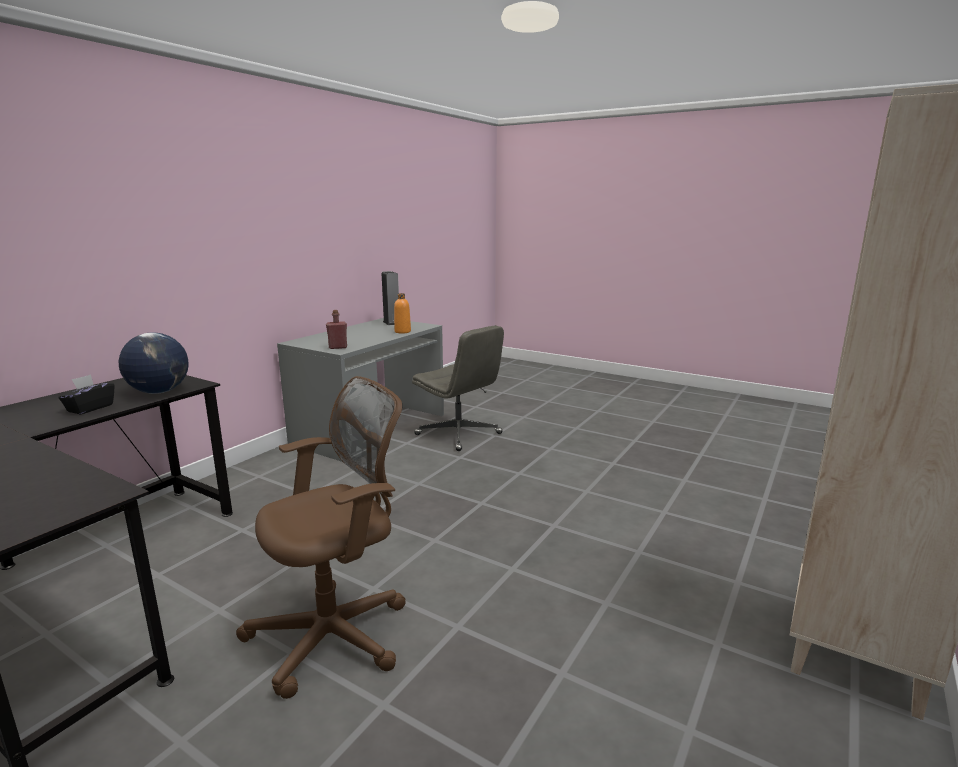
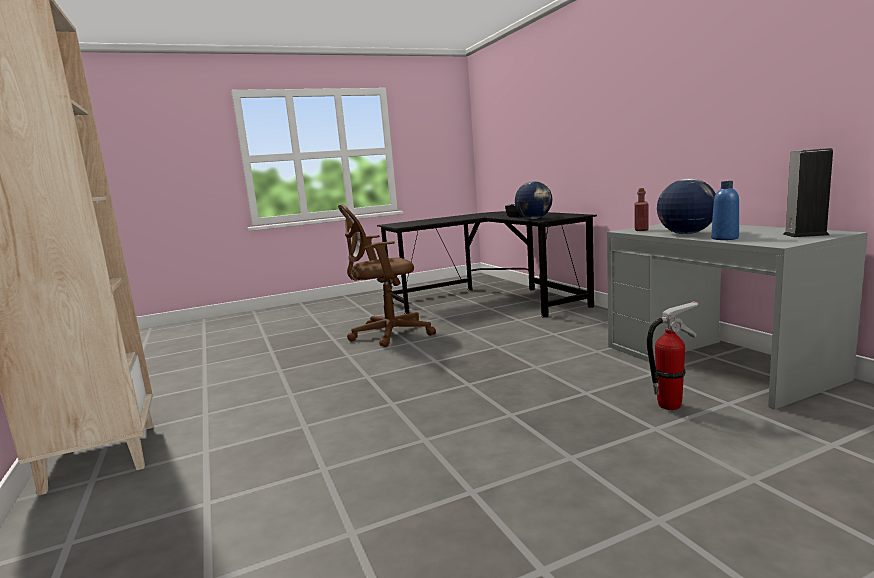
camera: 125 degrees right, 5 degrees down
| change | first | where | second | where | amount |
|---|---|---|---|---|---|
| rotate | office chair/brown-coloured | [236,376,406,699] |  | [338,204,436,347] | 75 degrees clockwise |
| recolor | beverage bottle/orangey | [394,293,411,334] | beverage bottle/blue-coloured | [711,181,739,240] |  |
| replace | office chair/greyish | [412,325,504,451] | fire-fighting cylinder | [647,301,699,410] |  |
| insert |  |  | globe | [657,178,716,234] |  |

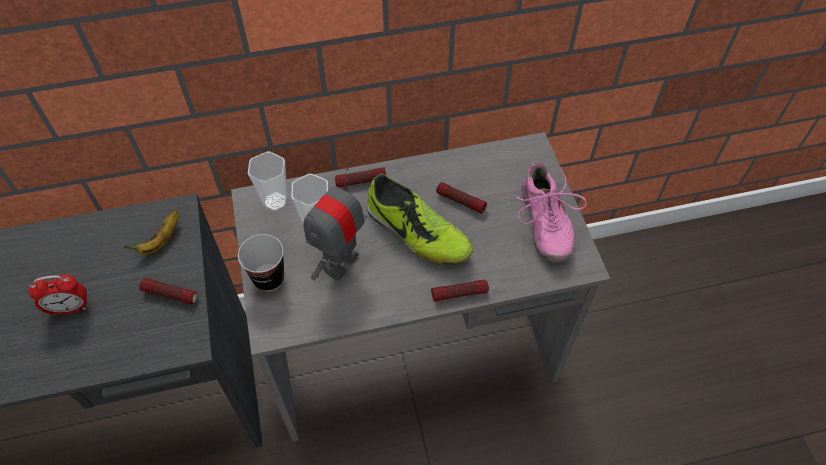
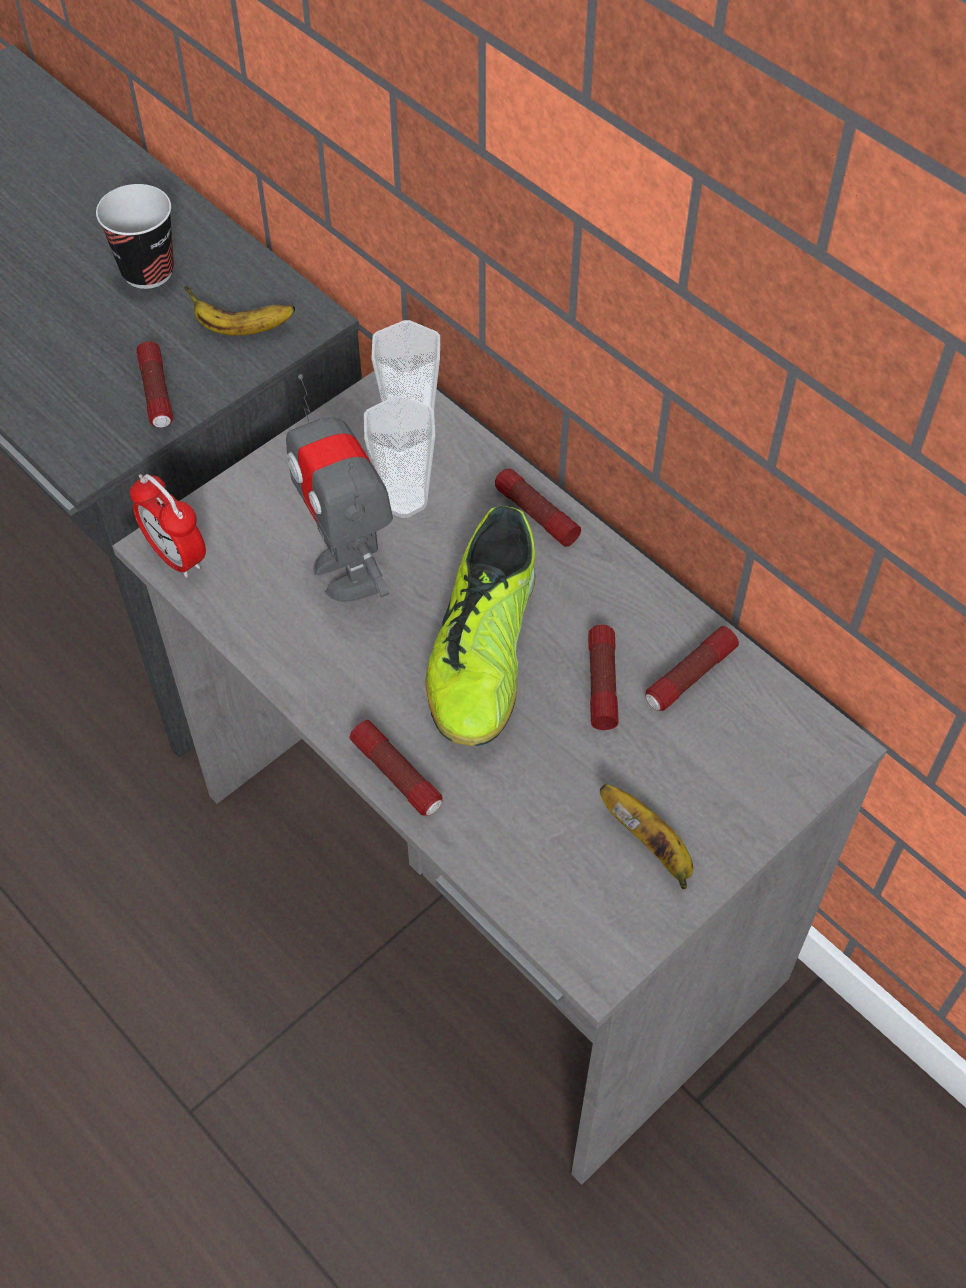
camera: 60 degrees right, 0 degrees up
| change | first | where | second | where | amount |
|---|---|---|---|---|---|
| move | table clock | [29,274,87,316] |  | [130,474,206,578] |  |
| move | cup | [238,234,284,291] |  | [96,184,174,289] |  |
| rotate | robot figure | [303,168,367,281] |  | [286,374,393,602] | 120 degrees counterclockwise |
| replace | low shoe/pinkish | [508,161,587,263] | banana | [600,784,693,889] |  |
| insert |  |  | hand torch | [645,626,739,711] |  |

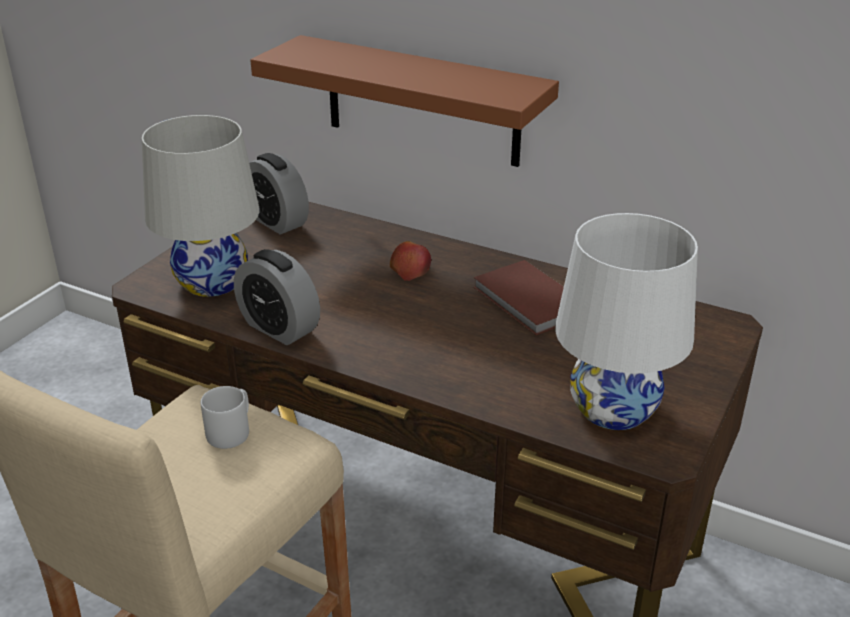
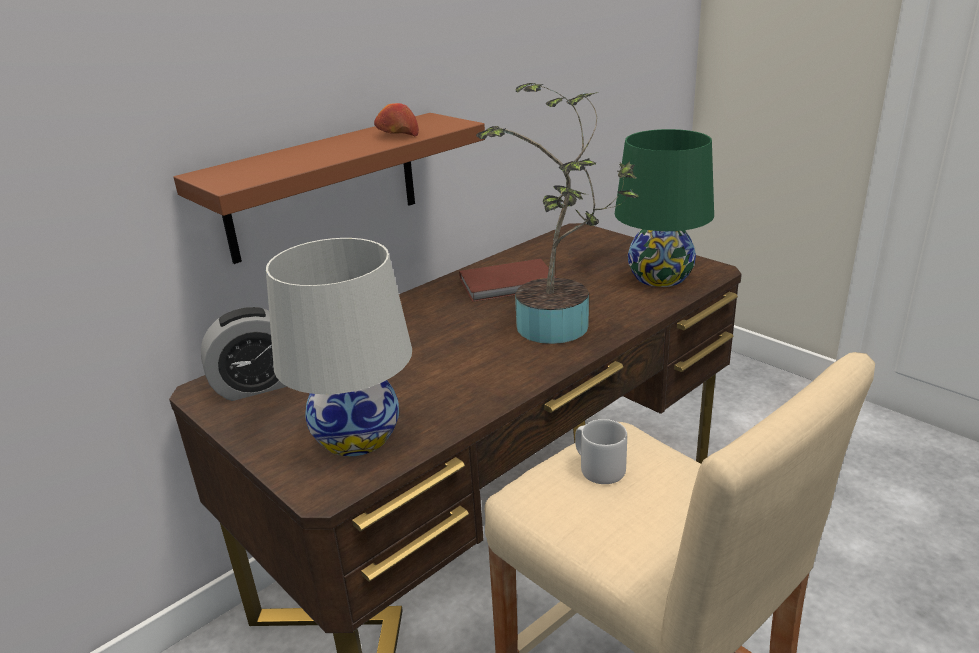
camera: 70 degrees left, 5 degrees down
| change | first | where | second | where | amount |
|---|---|---|---|---|---|
| delete | table clock | [234,249,320,345] |  |  |  |
| move | apple | [390,241,431,281] |  | [374,103,419,137] |  |
| recolor | tabletop lamp/white | [555,213,698,430] | tabletop lamp/greenish | [615,129,714,287] |  |
| insert |  |  | houseplant | [476,83,639,344] |  |

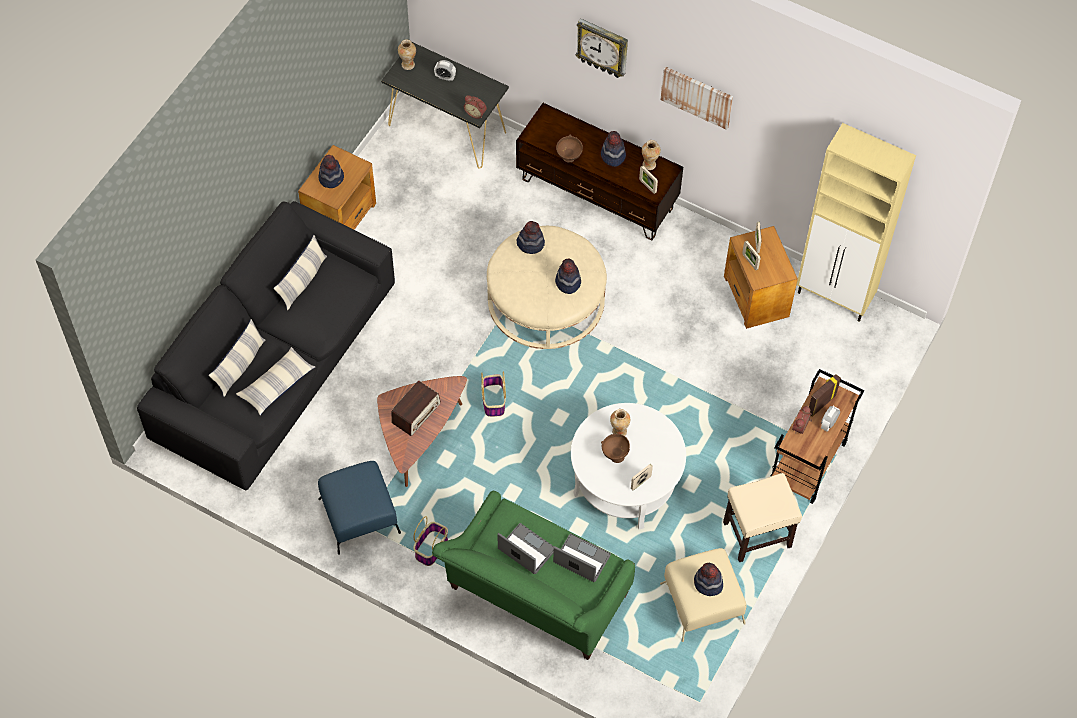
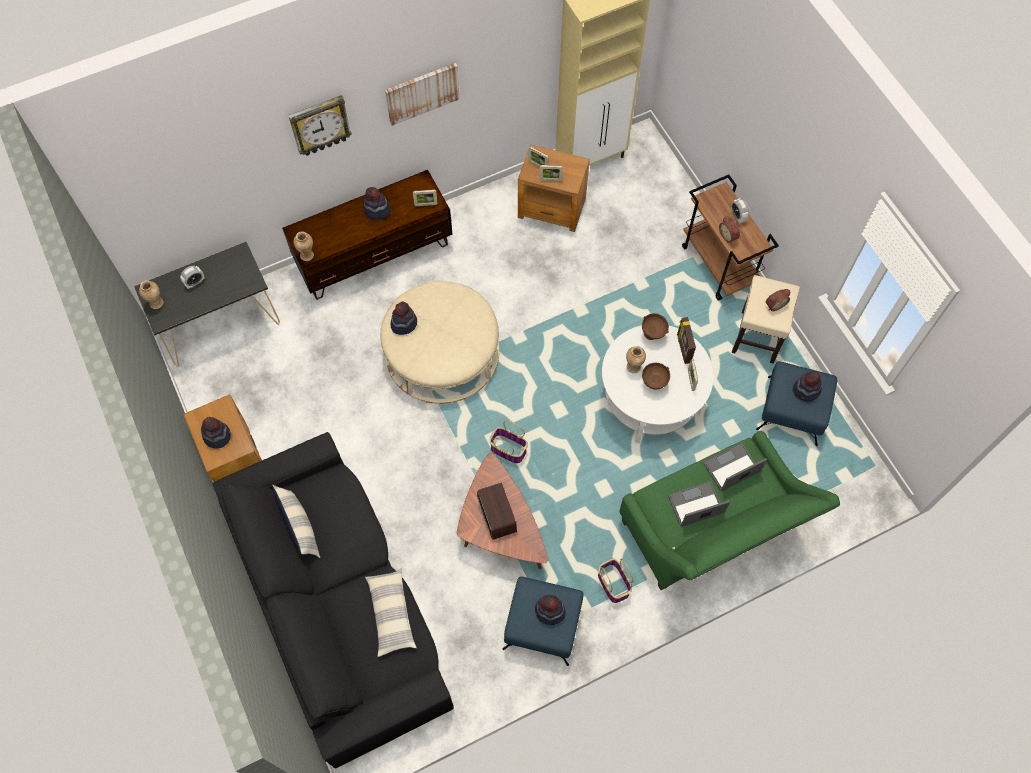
camera: 55 degrees left, 5 degrees up
| change | first | where | second | where | amount |
|---|---|---|---|---|---|
| delete | throw pillow | [209,319,265,397] |  |  |  |
| move | table clock | [464,95,487,119] |  | [766,289,790,311] |  |
| move | clothing hat | [555,258,581,294] |  | [535,595,566,625] |  |
| move | bowl/brown-coloured | [556,135,583,162] |  | [642,313,669,340] |  |
| move | flower vase | [642,140,661,170] |  | [293,231,314,261] |  |
| recolor | footrest/beige-coloured | [660,548,747,642] | footrest/blue-coloured | [756,361,837,446] |  |
| move | standing frame | [809,374,841,417] |  | [677,317,696,364] |  |

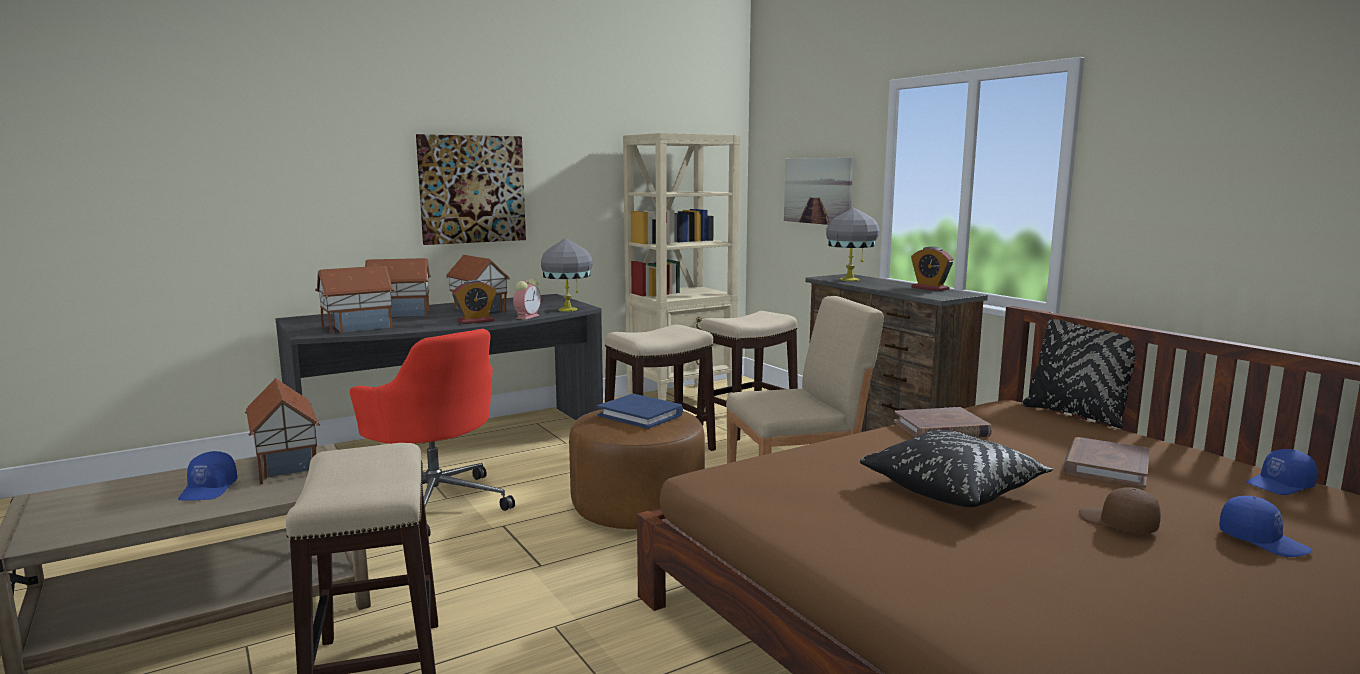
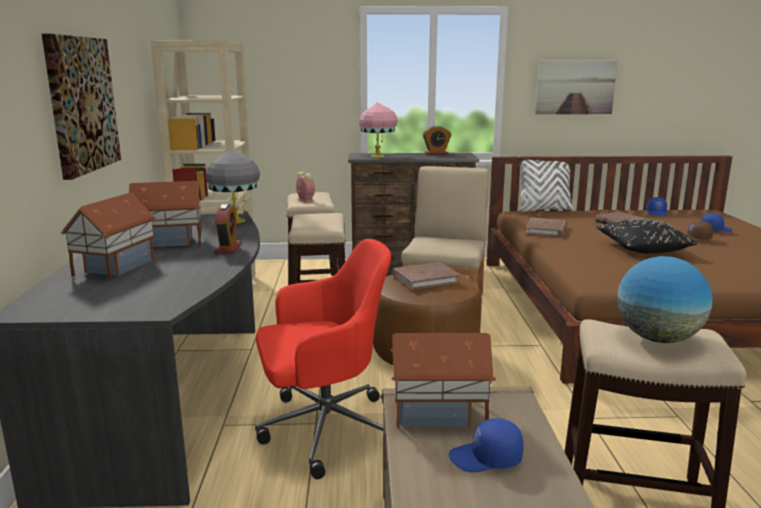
camera: 60 degrees left, 5 degrees up
| change | first | where | second | where | amount |
|---|---|---|---|---|---|
| rotate | baseball cap/blue-coloured | [178,451,237,501] |  | [449,418,524,472] | 150 degrees clockwise |
| delete | model house | [315,266,394,334] |  |  |  |
| move | table clock | [513,279,541,320] |  | [296,172,315,202] |  |
| recolor | bound book/blue-coloured | [597,394,683,429] | bound book/brown-coloured | [392,262,461,290] |  |
| move | wall art | [784,158,853,225] |  | [535,61,617,114] |  |
| recolor | tabletop lamp/greyish | [826,207,880,281] | tabletop lamp/pinkish | [359,102,398,158] |  |
| recolor | throw pillow/blackish | [1022,312,1135,428] | throw pillow/white | [519,156,573,212] |  |
| insert |  |  | globe | [617,256,713,343] |  |

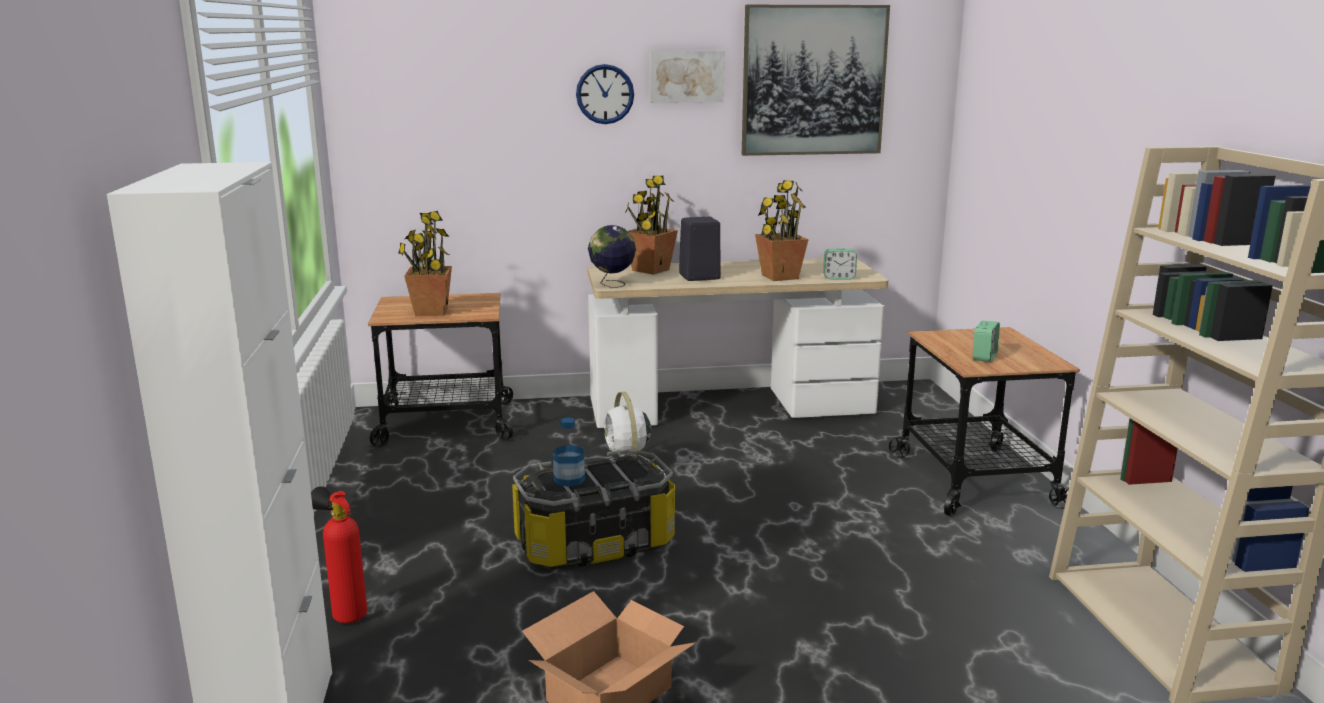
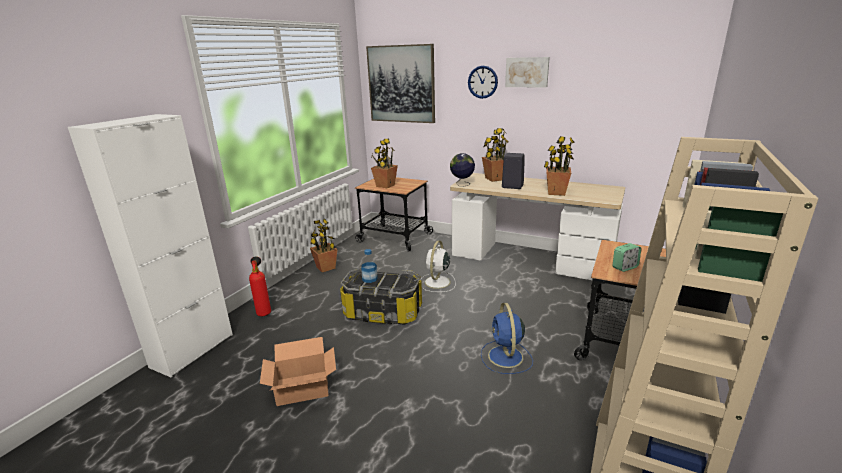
camera: 35 degrees right, 5 degrees up
| change | first | where | second | where | amount |
|---|---|---|---|---|---|
| move | wall art | [742,5,890,156] |  | [366,44,435,123] |  |
| delete | table clock | [823,248,857,280] |  |  |  |
| insert |  |  | houseplant | [310,219,338,272] |  |
| insert |  |  | fan/blue-coloured | [481,303,533,374] |  |

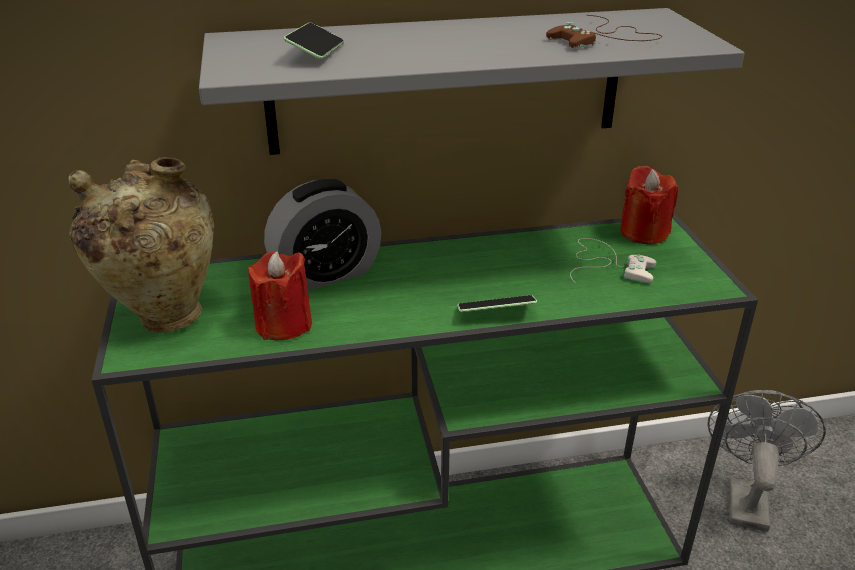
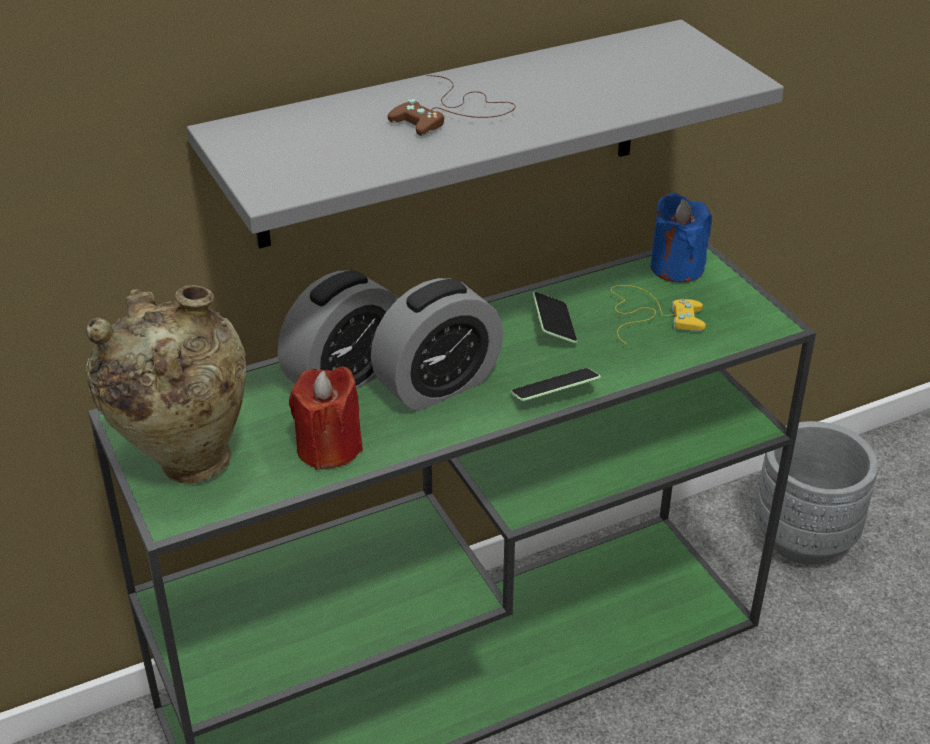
camera: 15 degrees left, 5 degrees up
| change | first | where | second | where | amount |
|---|---|---|---|---|---|
| move | telephone | [283,22,344,59] |  | [532,292,578,343] |  |
| move | joypad/brown-coloured | [546,15,662,49] |  | [388,75,516,136] |  |
| recolor | joypad/white | [570,238,656,283] | joypad/yellow-coloured | [611,285,706,344] |  |
| recolor | candle/red-coloured | [620,166,678,245] | candle/blue-coloured | [650,193,712,283] |  |
| replace | fan/greyish | [707,390,826,532] | planter/greyish | [755,421,878,565] |  |
| insert |  |  | table clock | [371,278,503,411] |  |

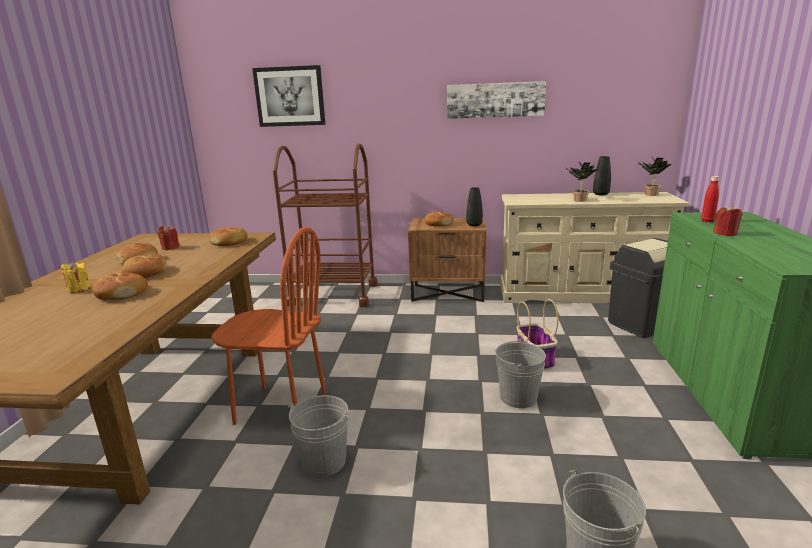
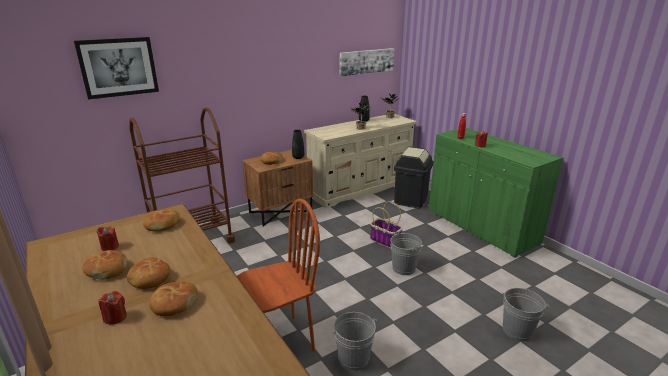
camera: 40 degrees left, 5 degrees up
| change | first | where | second | where | amount |
|---|---|---|---|---|---|
| recolor | candle/yellow-coloured | [61,261,91,293] | candle/red-coloured | [99,291,127,325] |  |
| move | wall art | [447,81,546,119] |  | [340,48,394,77] |  |

